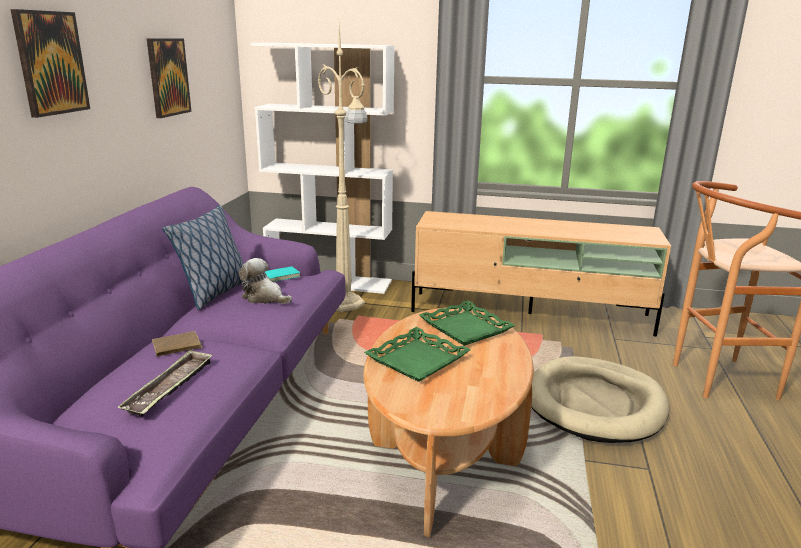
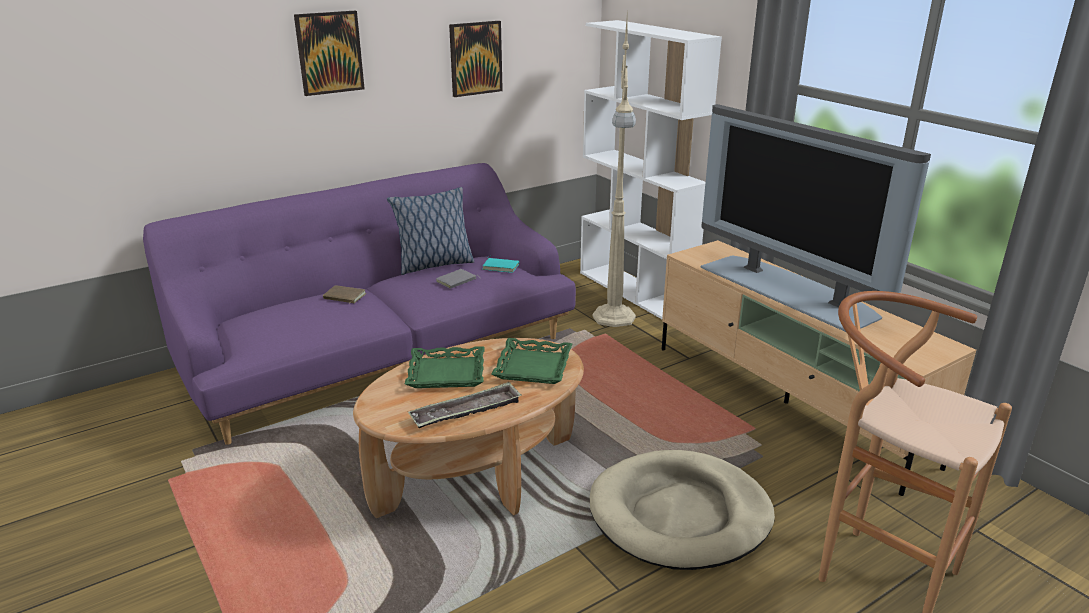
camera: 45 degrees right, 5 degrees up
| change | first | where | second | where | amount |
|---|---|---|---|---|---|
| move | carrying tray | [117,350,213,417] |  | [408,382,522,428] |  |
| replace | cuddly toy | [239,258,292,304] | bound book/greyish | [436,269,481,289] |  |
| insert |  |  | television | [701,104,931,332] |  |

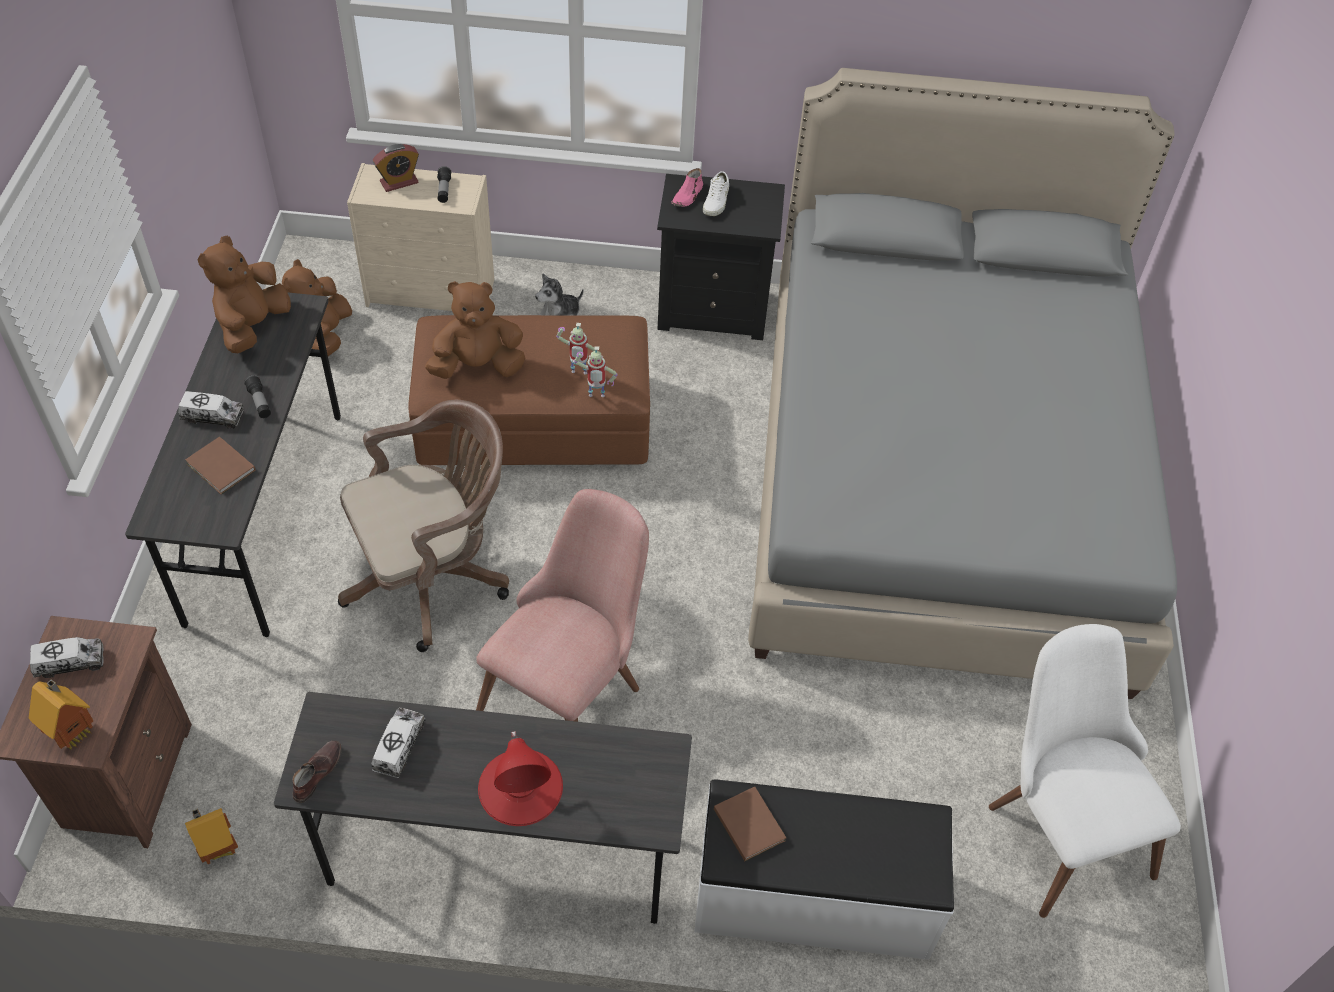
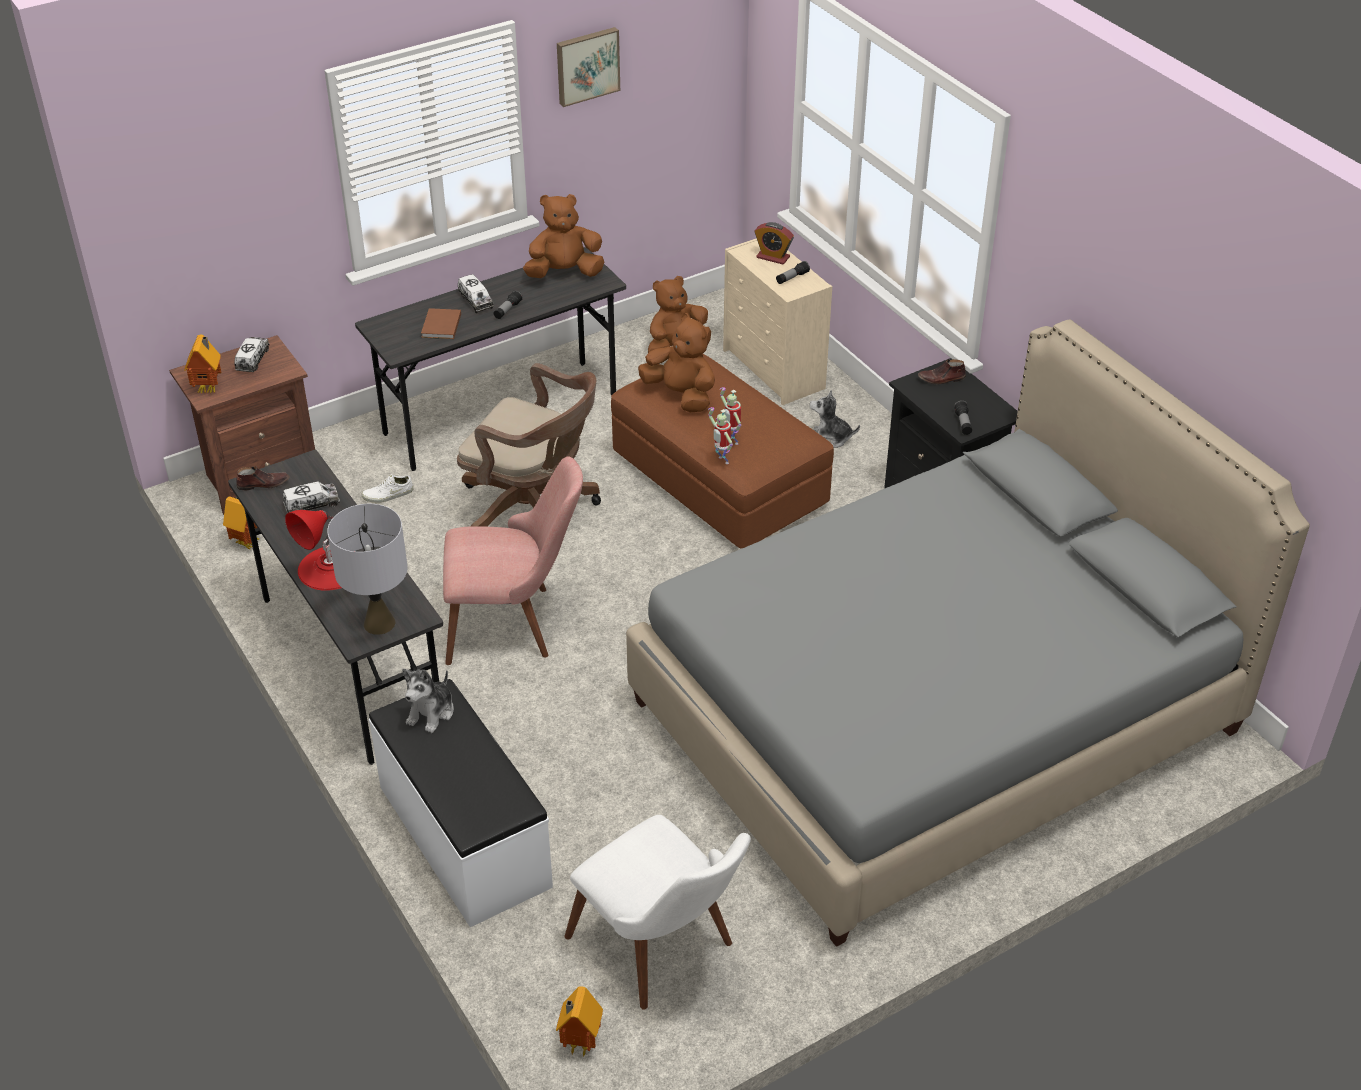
camera: 55 degrees right, 10 degrees down
| change | first | where | second | where | amount |
|---|---|---|---|---|---|
| rotate | toy lorry | [30,637,104,678] |  | [234,337,270,372] | 120 degrees counterclockwise |
| recolor | low shoe/pinkish | [671,168,703,207] | low shoe/brown-coloured | [918,359,966,385] |  |
| move | low shoe/white | [703,171,729,216] |  | [361,474,414,503] |  |
| replace | bound book/brown-coloured | [714,787,786,861] | cuddly toy | [402,669,454,733] |  |
| rotate | upright chair/white | [989,624,1181,918] |  | [565,815,751,1010] | 105 degrees clockwise |
| insert |  |  | tabletop lamp/greyish | [327,504,408,635] |  |
| insert |  |  | model house | [556,986,603,1056] |  |
| insert |  |  | wall art | [557,27,620,107] |  |
| insert |  |  | hand torch | [954,400,972,435] |  |

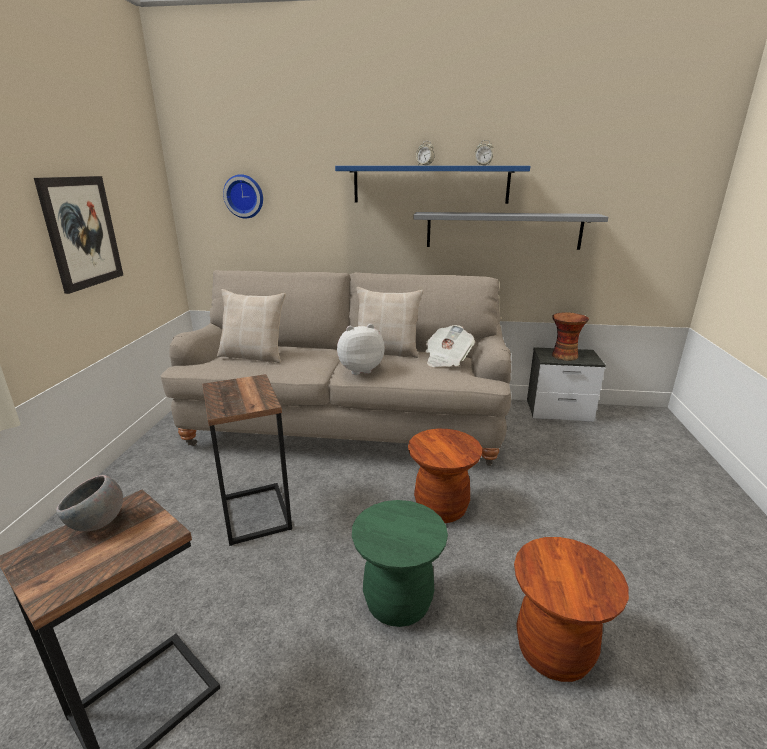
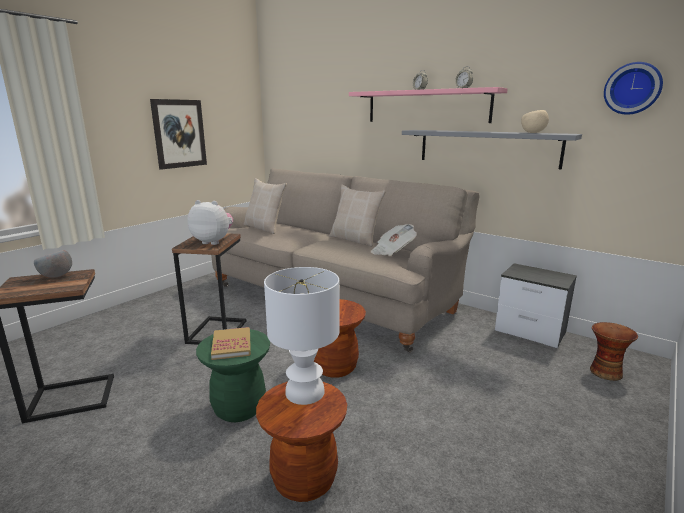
camera: 30 degrees right, 5 degrees down
| change | first | where | second | where | amount |
|---|---|---|---|---|---|
| move | hanging clock | [223,174,263,219] |  | [604,62,663,115] |  |
| recolor | bracket shelf/blue-coloured | [335,166,530,204] | bracket shelf/pinkish | [349,87,508,123] |  |
| move | cuddly toy | [337,324,385,375] |  | [188,200,233,245] |  |
| move | flower vase | [552,312,589,361] |  | [590,322,638,381] |  |
| insert |  |  | bound book | [211,327,251,360] |  |
| insert |  |  | tabletop lamp/white | [264,267,339,405] |  |
| insert |  |  | bowl/beige-coloured | [521,110,549,133] |  |

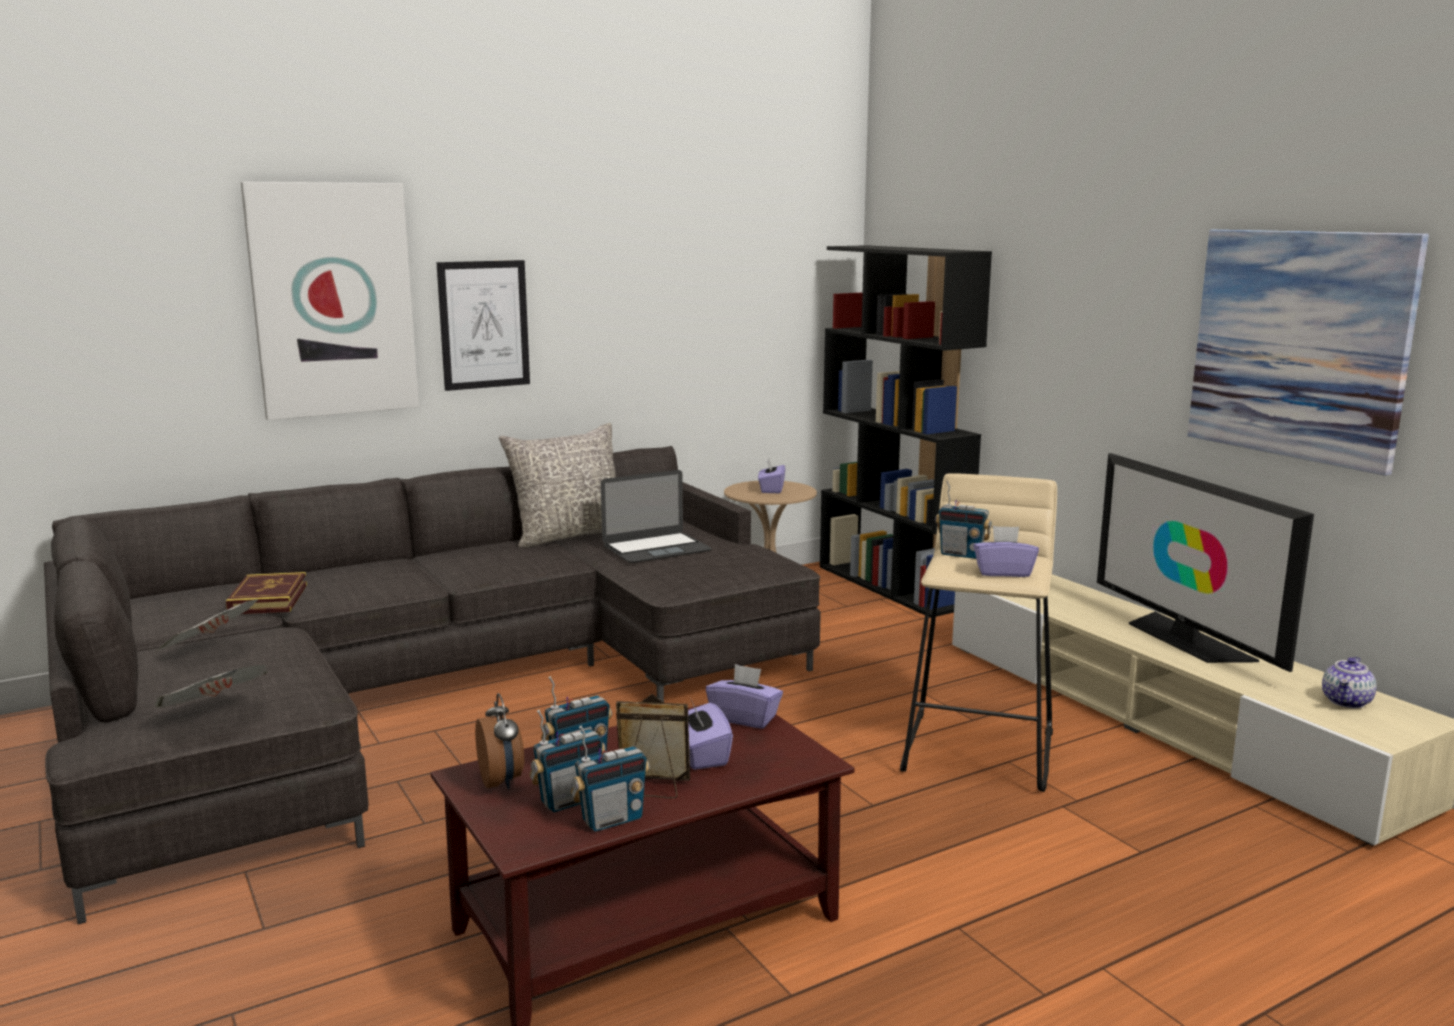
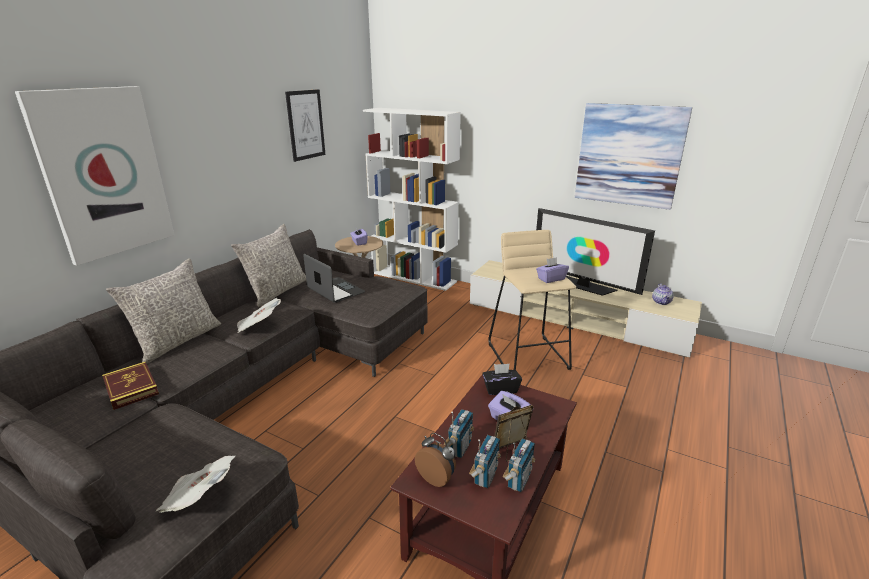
camera: 30 degrees left, 10 degrees up
| change | first | where | second | where | amount |
|---|---|---|---|---|---|
| move | newspaper | [156,599,258,651] |  | [237,298,281,333] |  |
| move | wall art | [436,260,530,391] |  | [285,89,325,162] |  |
| rotate | portable computer | [601,470,712,563] |  | [303,254,365,303] | 75 degrees counterclockwise |
| recolor | tissue holder/purplish | [706,664,783,729] | tissue holder/blackish | [482,364,522,395] |  |
| recolor | bookcase/blackish | [820,245,992,618] | bookcase/white | [363,108,461,291] |  |
| delete | radio receiver | [935,481,991,559] |  |  |  |
| insert |  |  | throw pillow/greyish | [106,258,221,364] |  |

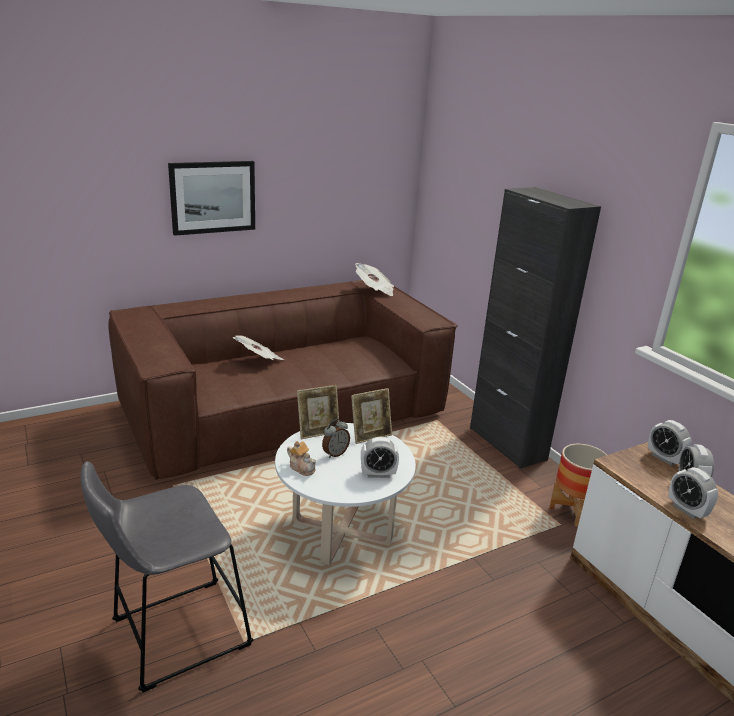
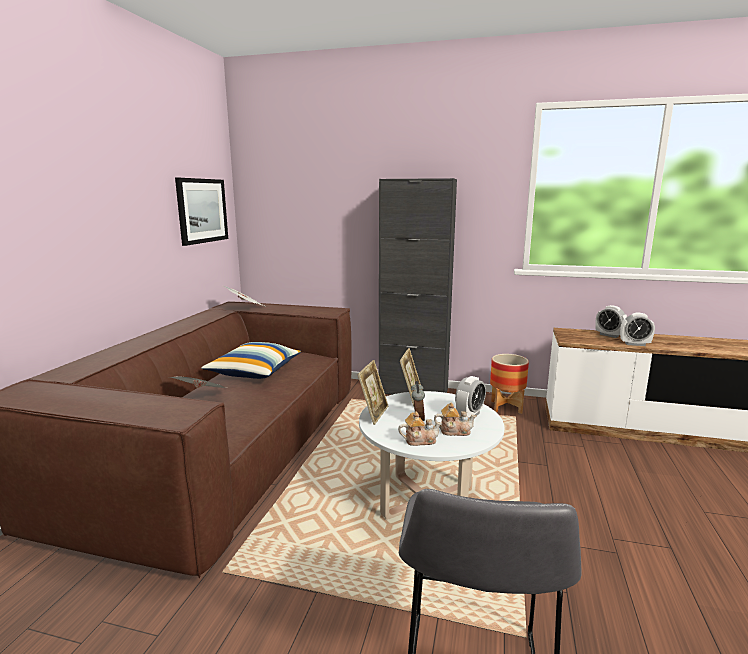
camera: 45 degrees left, 10 degrees down
| change | first | where | second | where | amount |
|---|---|---|---|---|---|
| move | wall art | [168,161,255,236] |  | [175,178,228,246] |  |
| delete | table clock | [648,420,692,466] |  |  |  |
| insert |  |  | throw pillow | [201,342,301,379] |  |
| insert |  |  | tea pot | [434,403,476,436] |  |

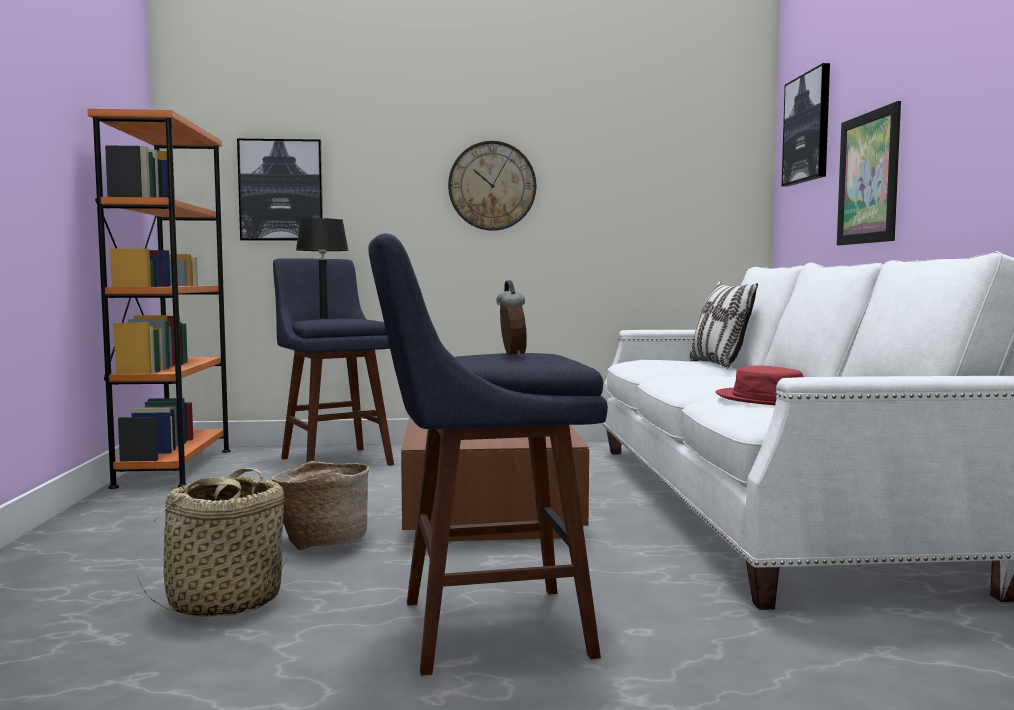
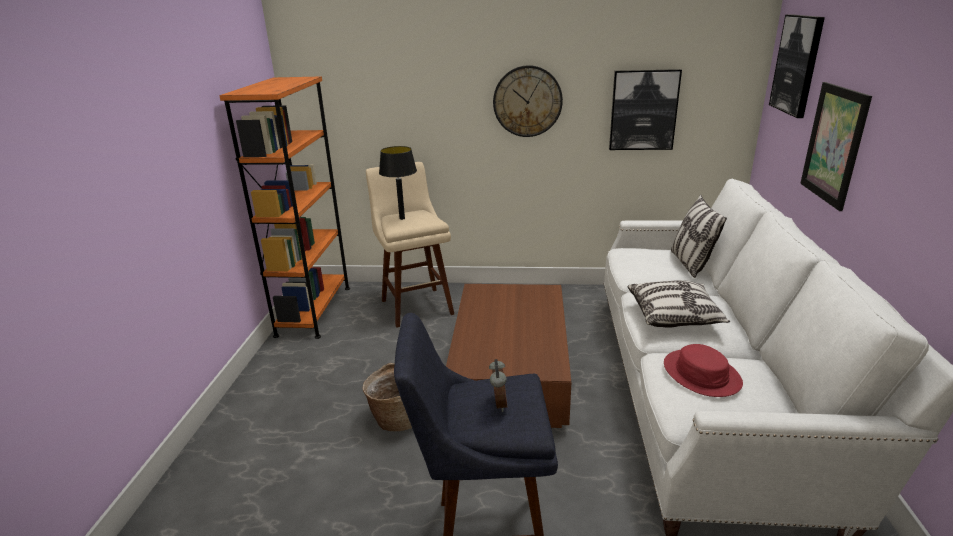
camera: 10 degrees right, 20 degrees up
| change | first | where | second | where | amount |
|---|---|---|---|---|---|
| delete | storage basket | [137,468,288,617] |  |  |  |
| move | wall art | [237,139,323,241] |  | [609,69,682,150] |  |
| recolor | stool/blue-coloured | [273,258,394,466] | stool/beige-coloured | [366,162,454,328] |  |
| insert |  |  | throw pillow | [628,280,730,328] |  |

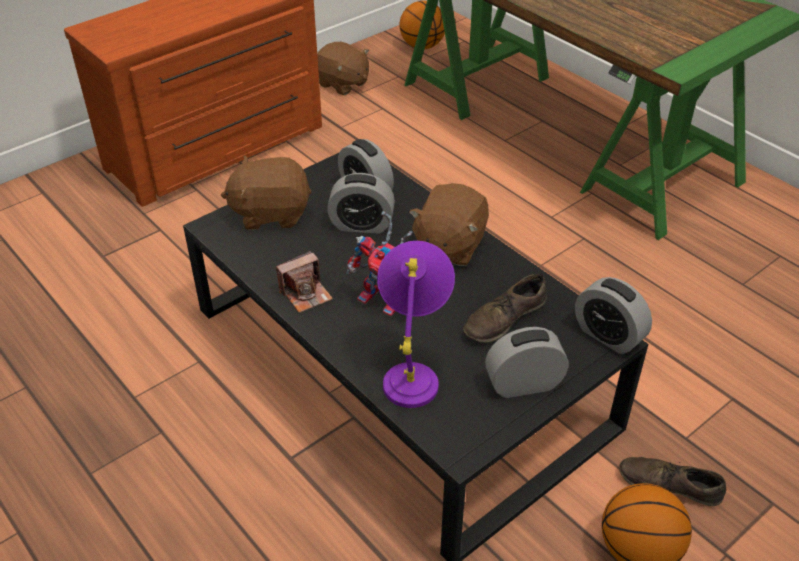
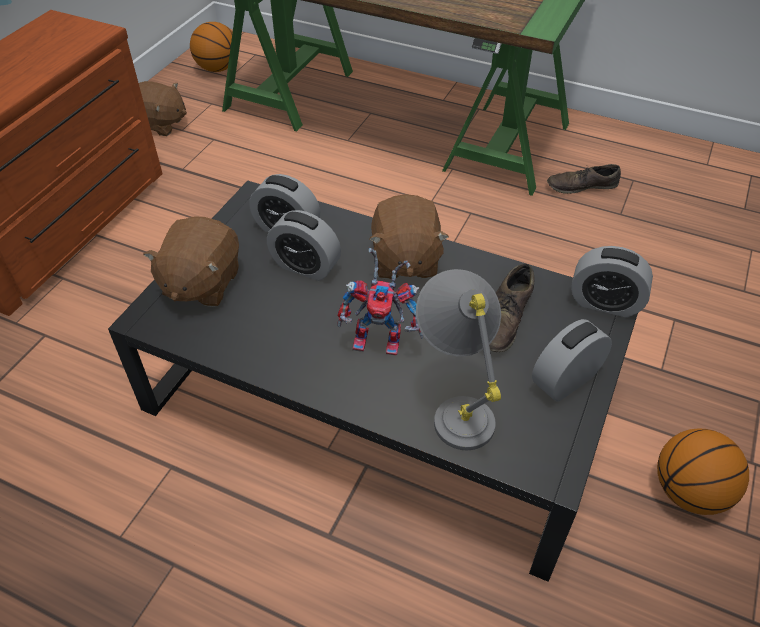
camera: 25 degrees left, 5 degrees up
| change | first | where | second | where | amount |
|---|---|---|---|---|---|
| rotate | cuddly toy/brown-coloured | [221,155,312,230] |  | [143,216,239,307] | 45 degrees counterclockwise |
| delete | photo camera | [276,251,333,313] |  |  |  |
| rotate | table clock | [327,173,395,234] |  | [267,210,341,281] | 45 degrees clockwise |
| recolor | tabletop lamp/purplish | [377,241,455,408] | tabletop lamp/greyish | [416,269,501,450] |  |
| move | low shoe/brown-coloured | [619,457,726,506] |  | [547,164,621,194] |  |

